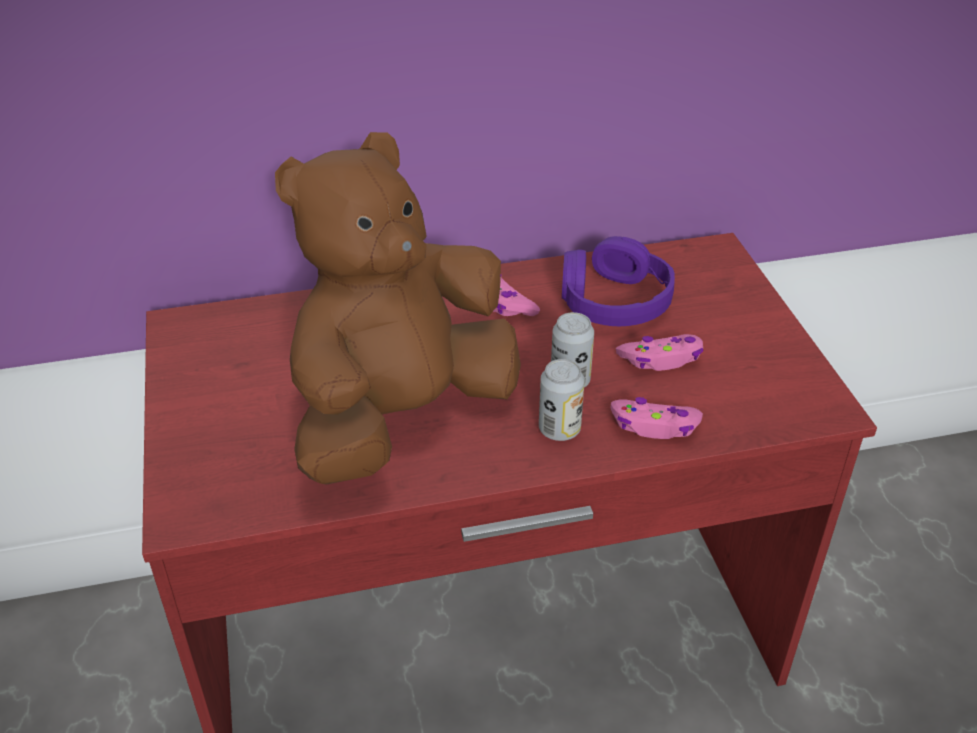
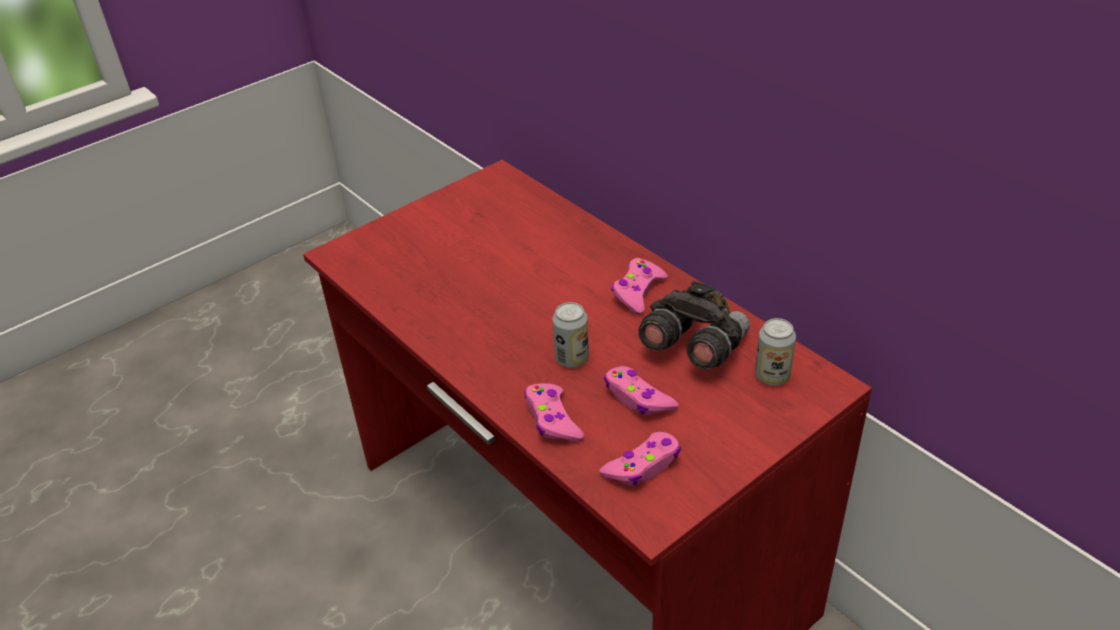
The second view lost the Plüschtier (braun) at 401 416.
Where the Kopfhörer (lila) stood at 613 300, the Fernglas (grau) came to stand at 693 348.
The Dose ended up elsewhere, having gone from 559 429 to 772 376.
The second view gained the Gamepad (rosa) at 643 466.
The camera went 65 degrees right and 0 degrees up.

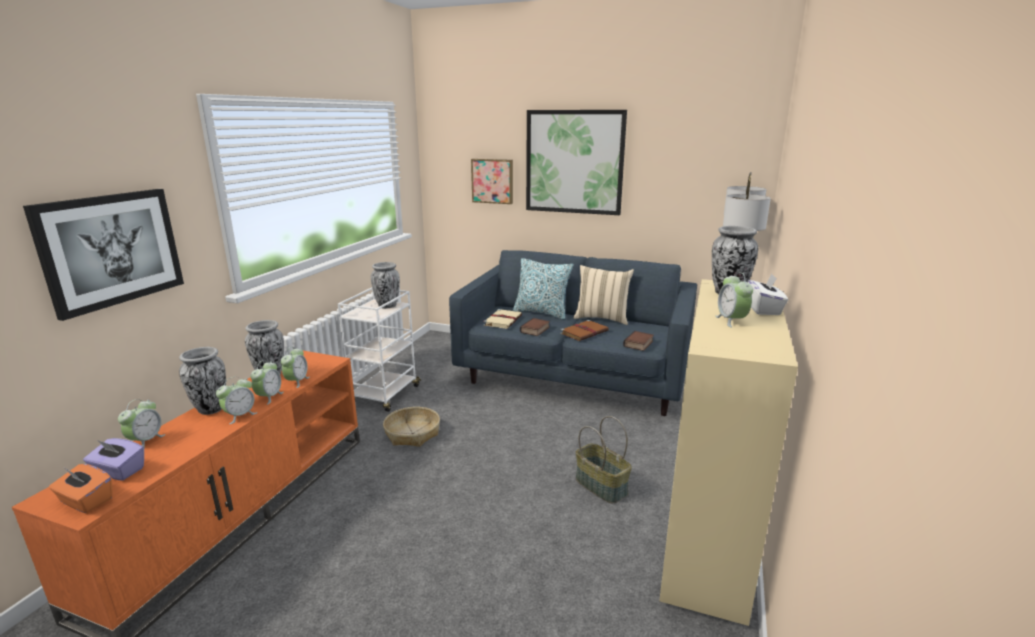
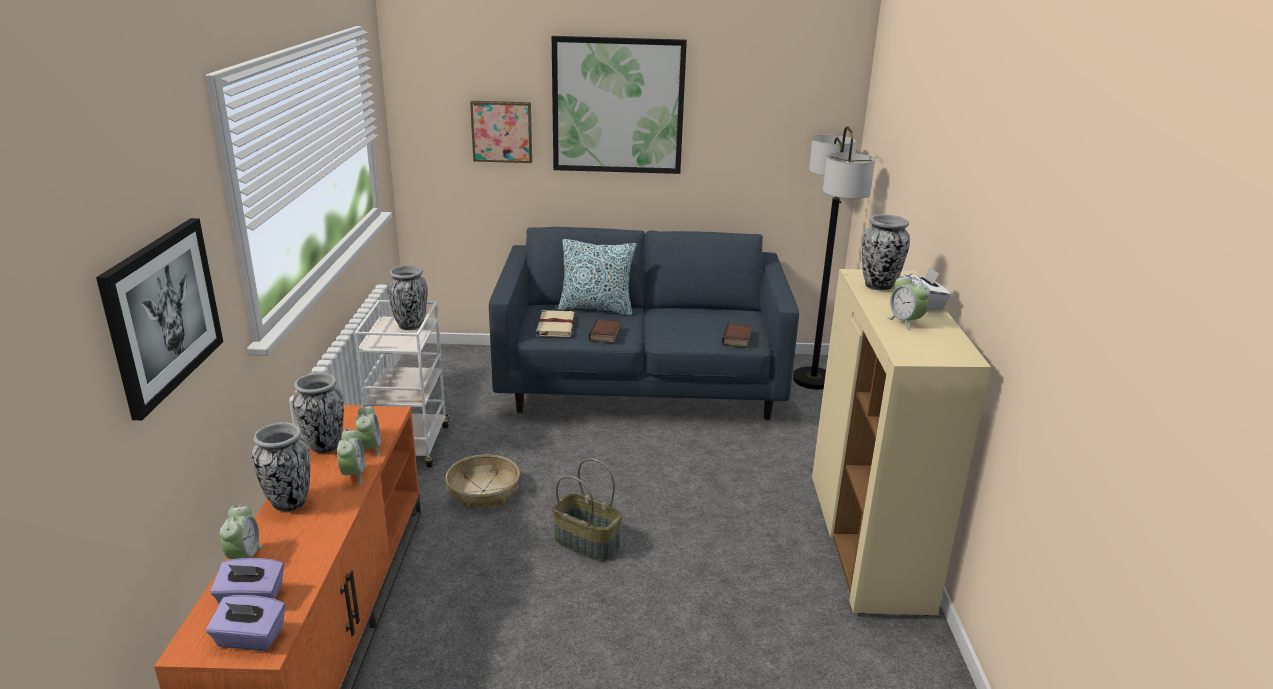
The second view lost the Kissen (beige) at 602 318.
The second view lost the Buch (braun) at 584 332.
The second view lost the Wecker at 240 416.
The Korb ended up elsewhere, having gone from 602 486 to 588 543.
What was the Taschentuchbox (orange) at 86 501 turned into the Taschentuchbox (lila) at 250 639.
The camera went 20 degrees left and 5 degrees up.

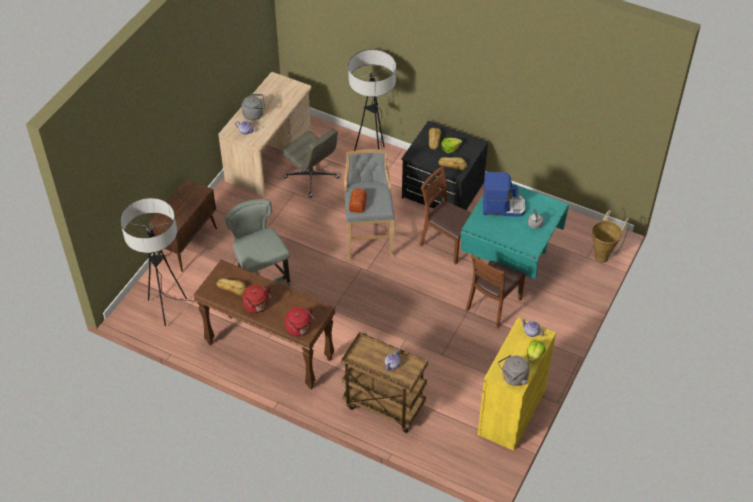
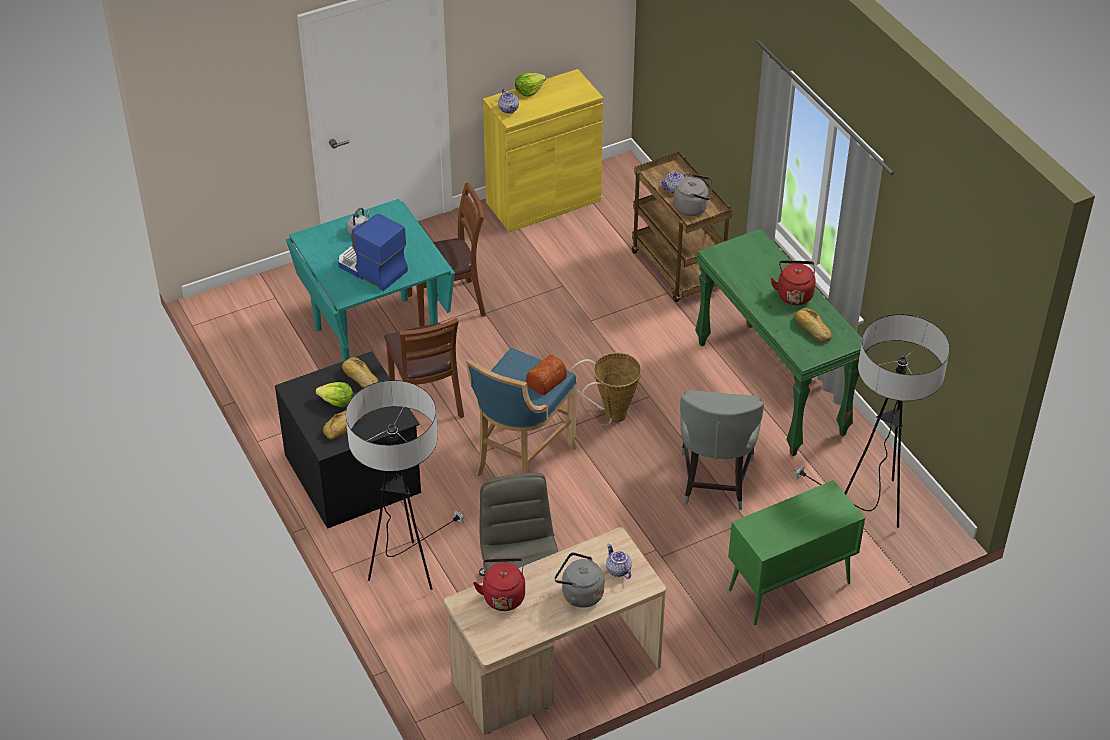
What was the Hocker (grau) at 368 238 turned into the Hocker (blau) at 520 461.
What was the Schrank (braun) at 188 244 turned into the Schrank (grün) at 788 587.
The Korb ended up elsewhere, having gone from 603 255 to 610 416.
What was the Konsolentisch (braun) at 268 352 turned into the Konsolentisch (grün) at 772 388.
The Wasserkessel (rot) ended up elsewhere, having gone from 300 329 to 503 595.
The Wasserkessel (grau) ended up elsewhere, having gone from 513 378 to 693 207.
The camera went 145 degrees left and 5 degrees down.

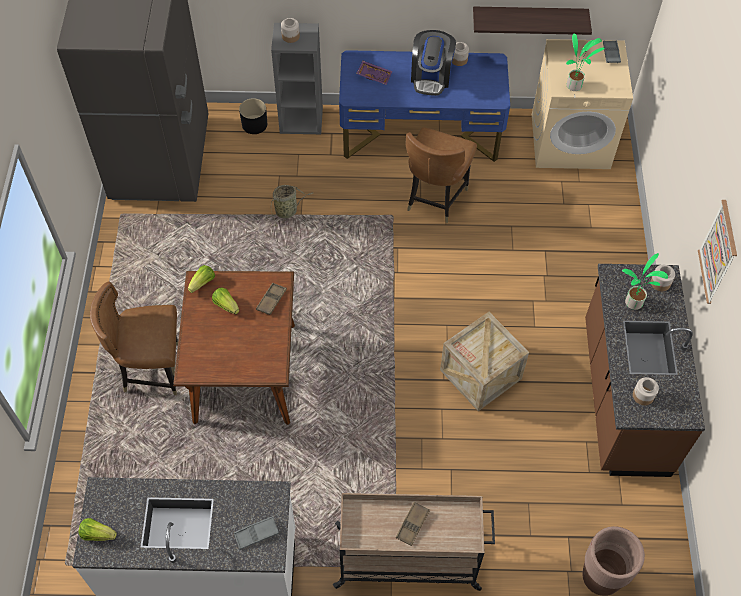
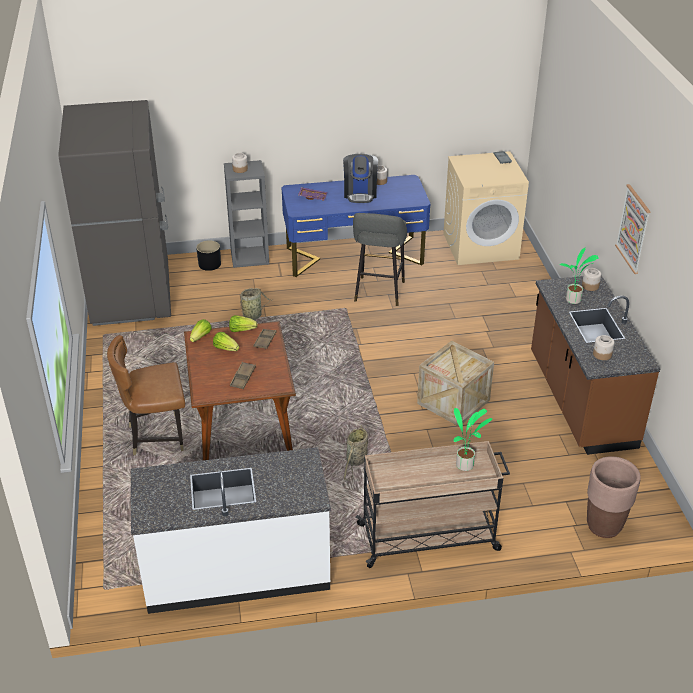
The second view lost the Wandregal at 529 18.
The Topfpflanze ended up elsewhere, having gone from 575 86 to 466 465.
Where the Stuhl (braun) stood at 435 198, the Hocker (grau) came to stand at 378 293.
The Tablett (braun) ended up elsewhere, having gone from 412 525 to 243 377.
The second view lost the Tablett (grau) at 256 534.
The Salatkopf ended up elsewhere, having gone from 97 534 to 241 330.
The second view gained the Korb at 356 461.
The camera went 10 degrees left and 20 degrees down.

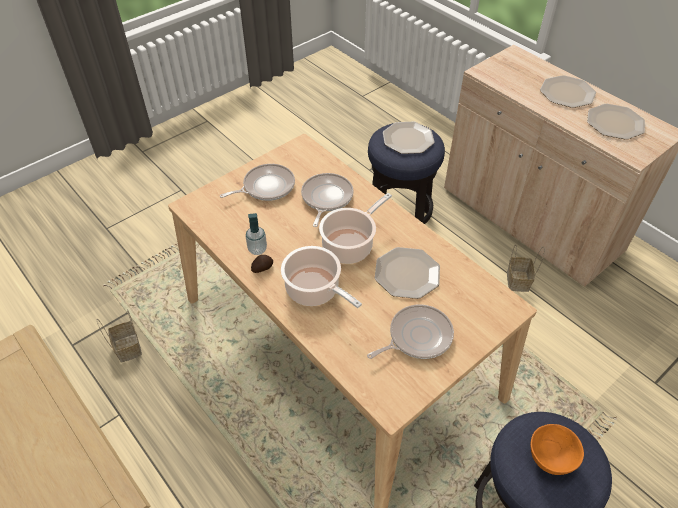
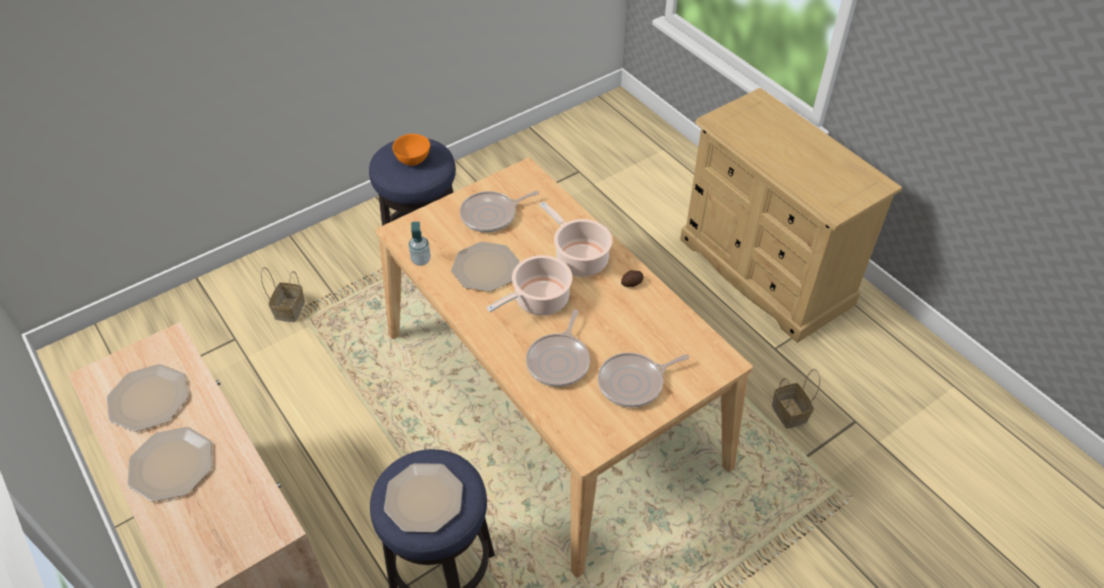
The Seifenspender ended up elsewhere, having gone from 257 249 to 421 260.
The Korb ended up elsewhere, having gone from 518 281 to 289 309.
The camera went 175 degrees left and 0 degrees up.

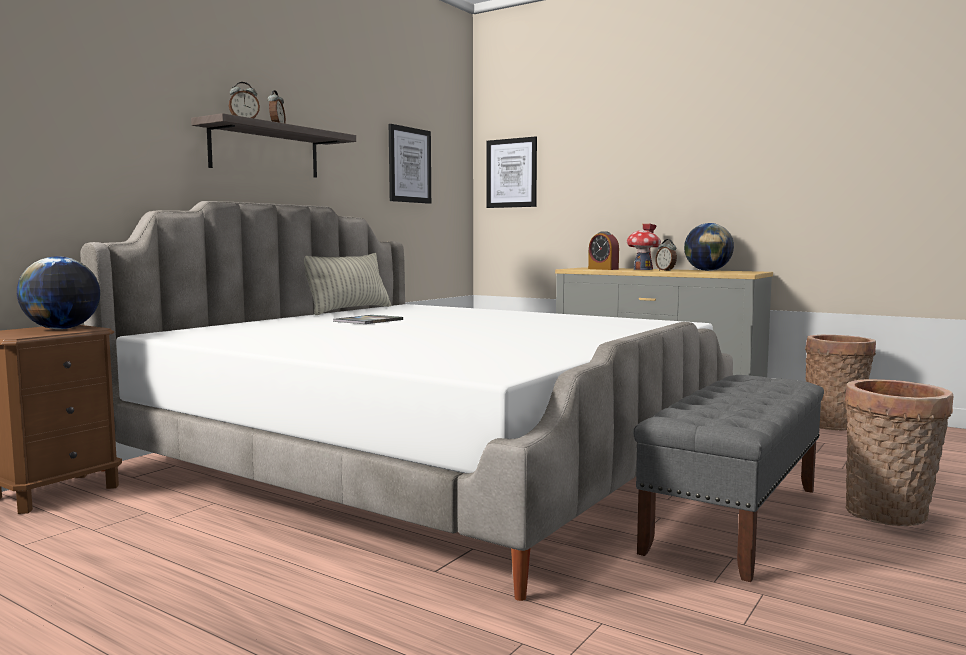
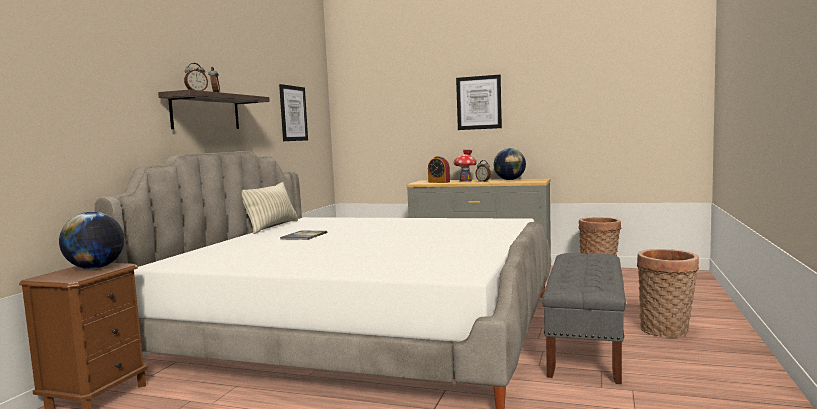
The Bild ended up elsewhere, having gone from 511 173 to 479 102.
The camera went 15 degrees left and 0 degrees up.

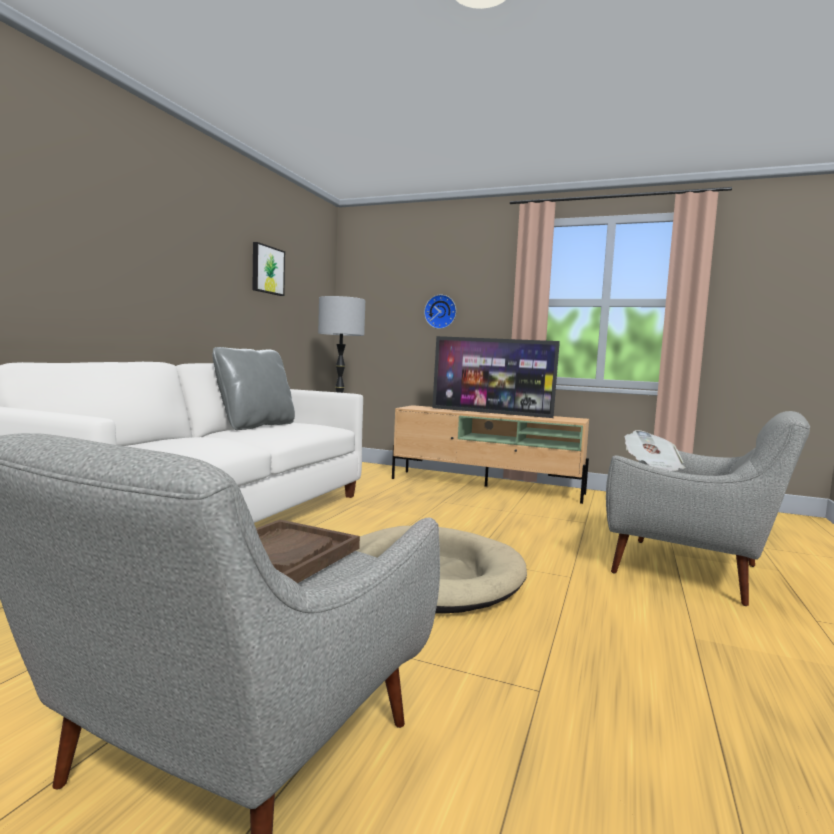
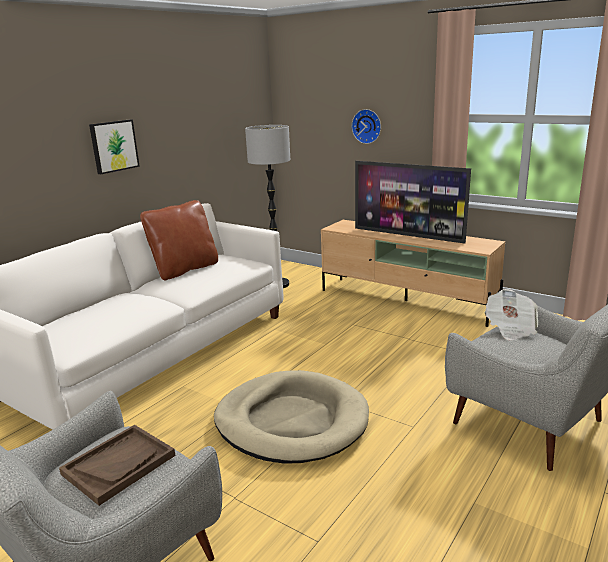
The Bild ended up elsewhere, having gone from 267 270 to 113 146.
What was the Kissen (grau) at 255 426 turned into the Kissen (braun) at 185 269.
The camera went 15 degrees right and 15 degrees up.

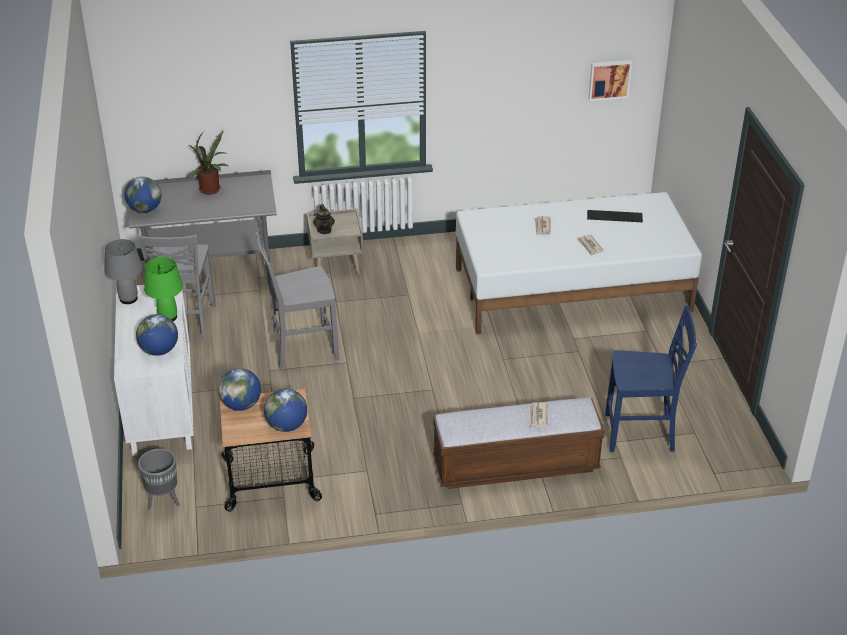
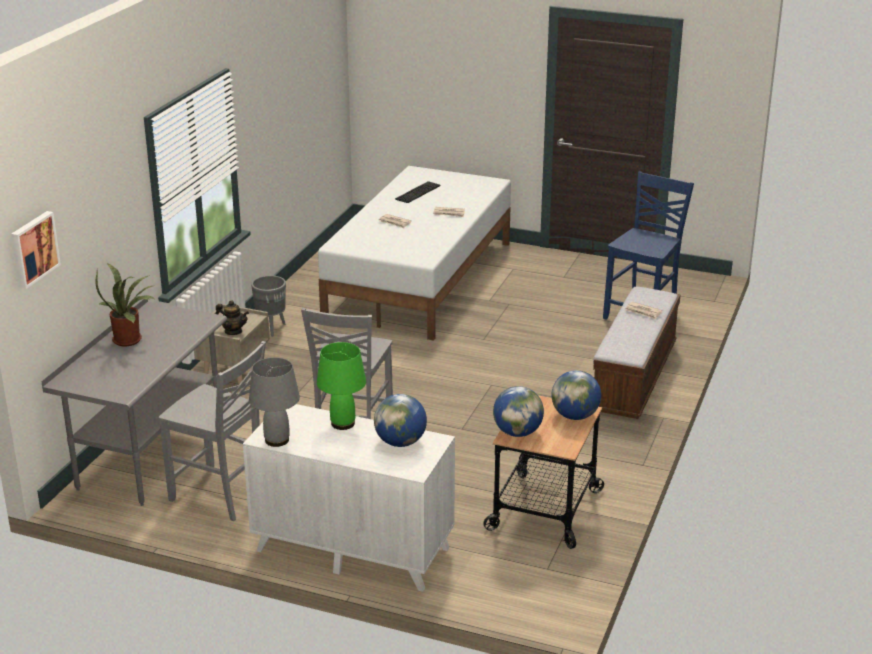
The Bild ended up elsewhere, having gone from 609 79 to 33 249.
The second view lost the Globus at 145 209.
The Pflanzkübel (grau) ended up elsewhere, having gone from 163 501 to 271 329.
The camera went 60 degrees left and 10 degrees down.

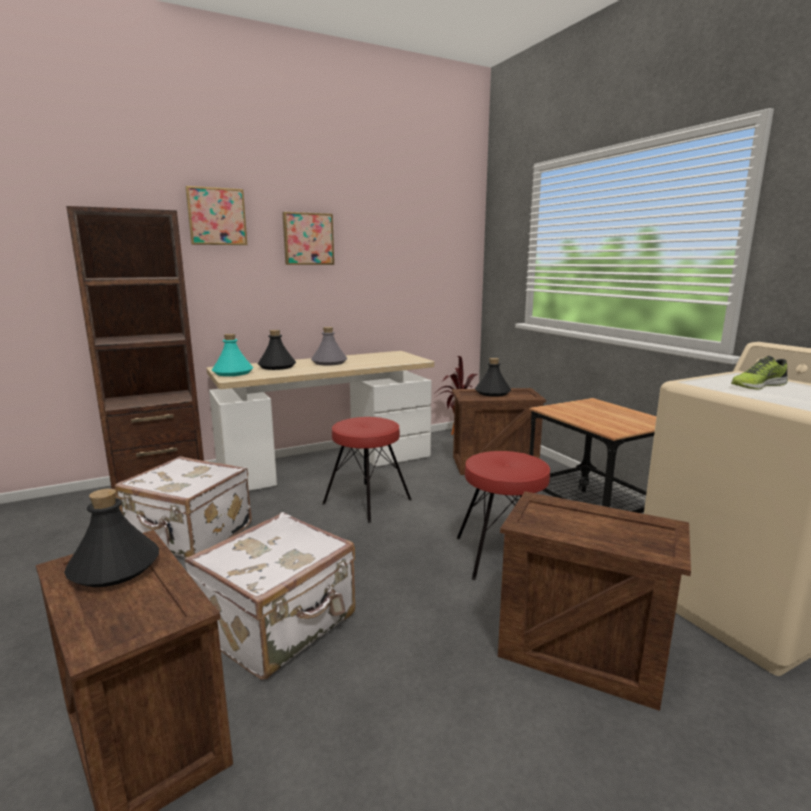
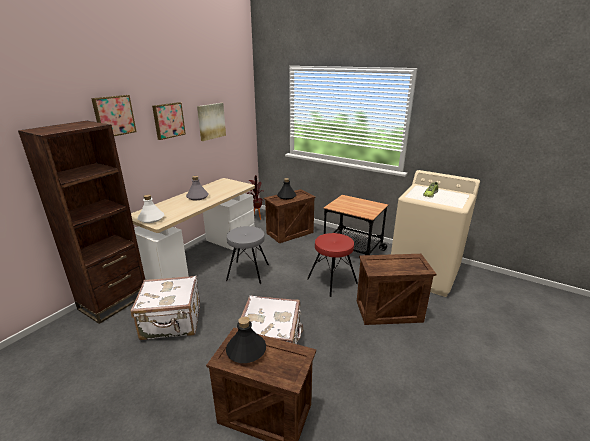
The second view lost the Flasche (schwarz) at 277 366.
What was the Flasche (türkis) at 233 373 turned into the Flasche (weiß) at 151 218.
What was the Hocker (rot) at 367 502 turned into the Hocker (grau) at 248 272.
The second view gained the Bild at 211 121.
The camera went 30 degrees left and 10 degrees up.

